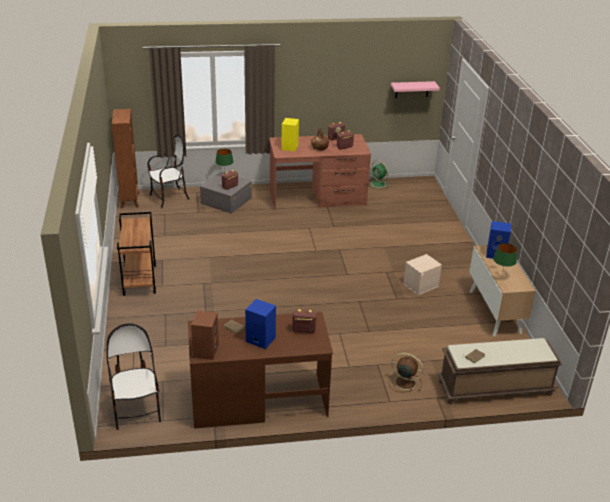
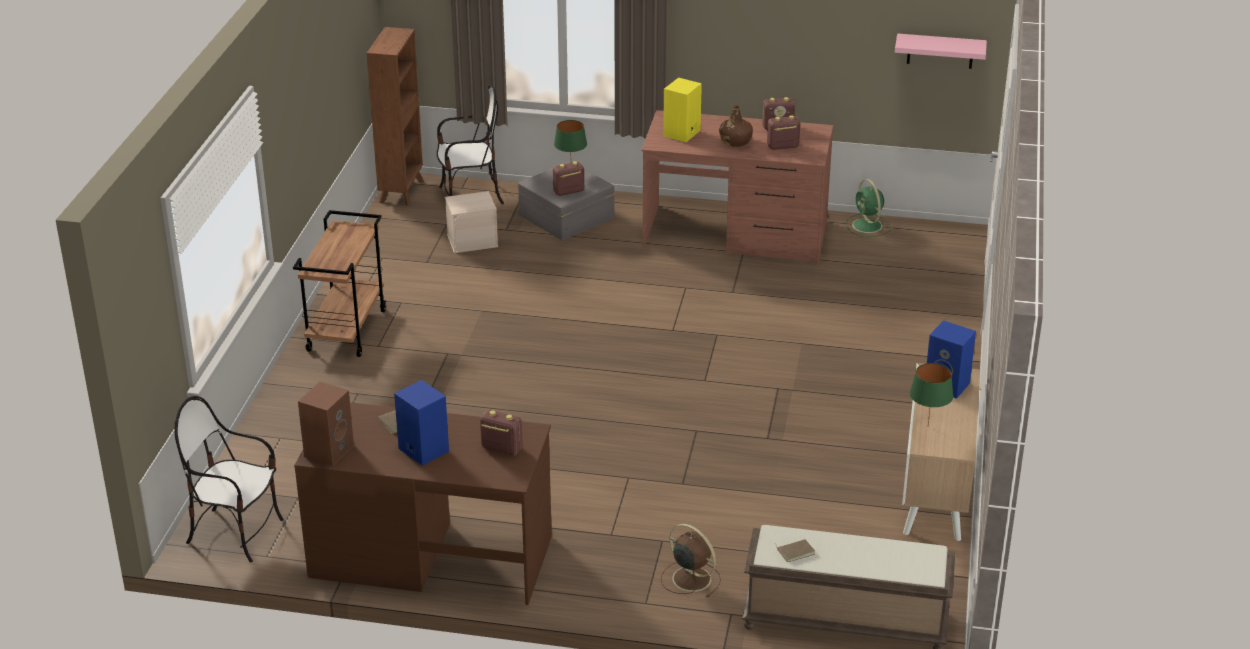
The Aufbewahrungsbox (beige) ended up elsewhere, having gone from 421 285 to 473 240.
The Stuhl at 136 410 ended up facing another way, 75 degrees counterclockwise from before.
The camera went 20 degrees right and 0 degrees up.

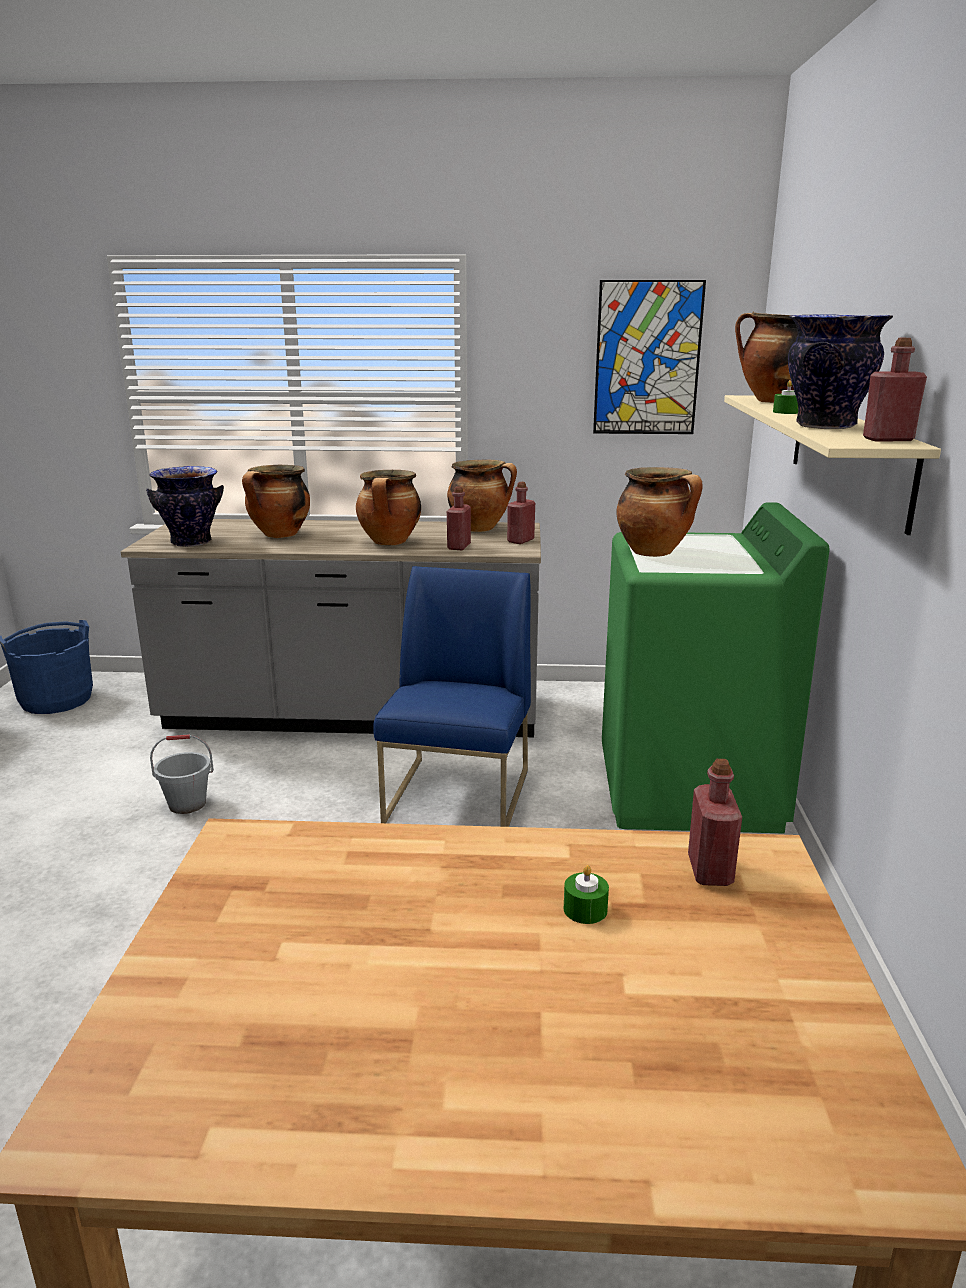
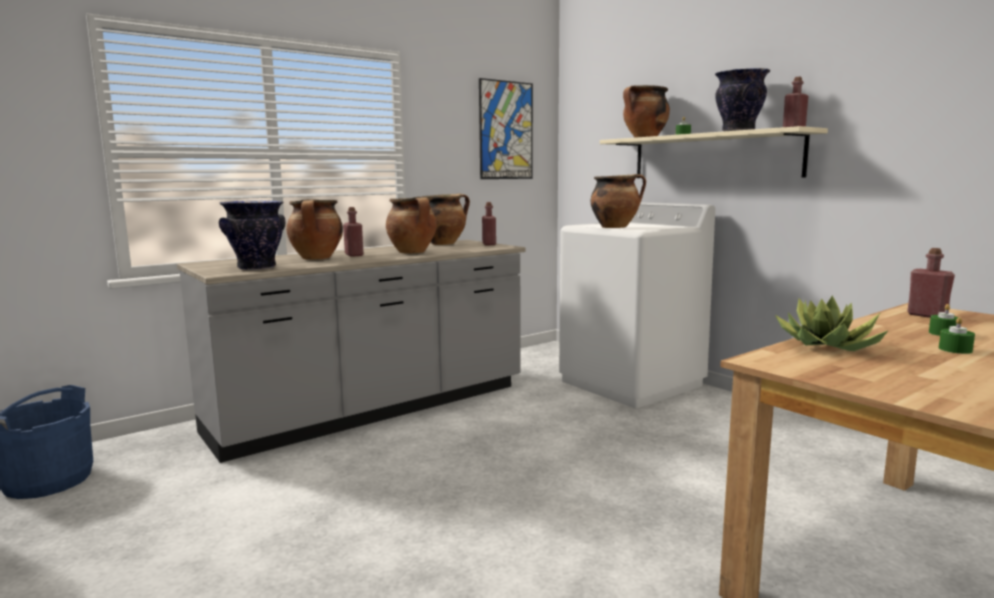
The Flasche (rot) ended up elsewhere, having gone from 459 547 to 354 255.
What was the Waschmaschine (grün) at 689 789 turned into the Waschmaschine (weiß) at 631 383.
The second view lost the Stuhl (blau) at 459 797.
The second view lost the Eimer (grau) at 187 804.
The second view gained the Topfpflanze at 828 346.
The second view gained the Kerze (grün) at 955 349.
The camera went 40 degrees left and 10 degrees down.

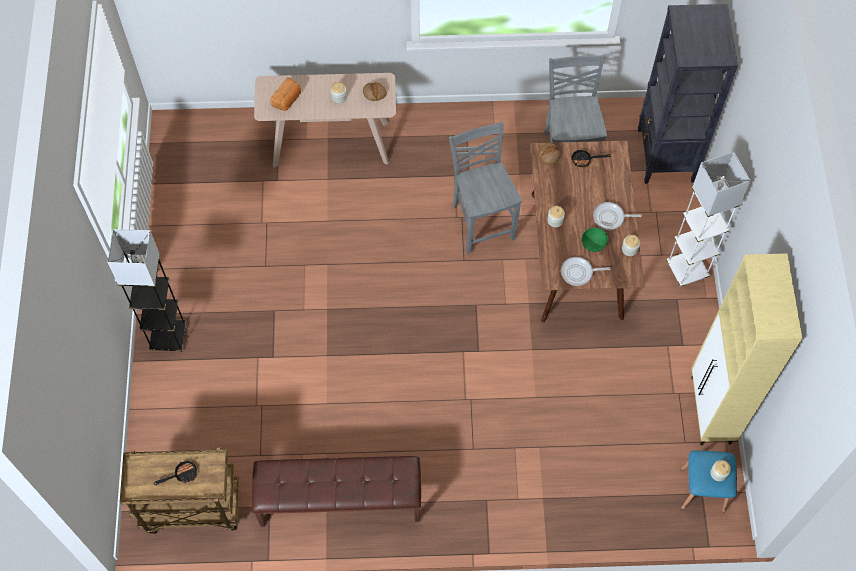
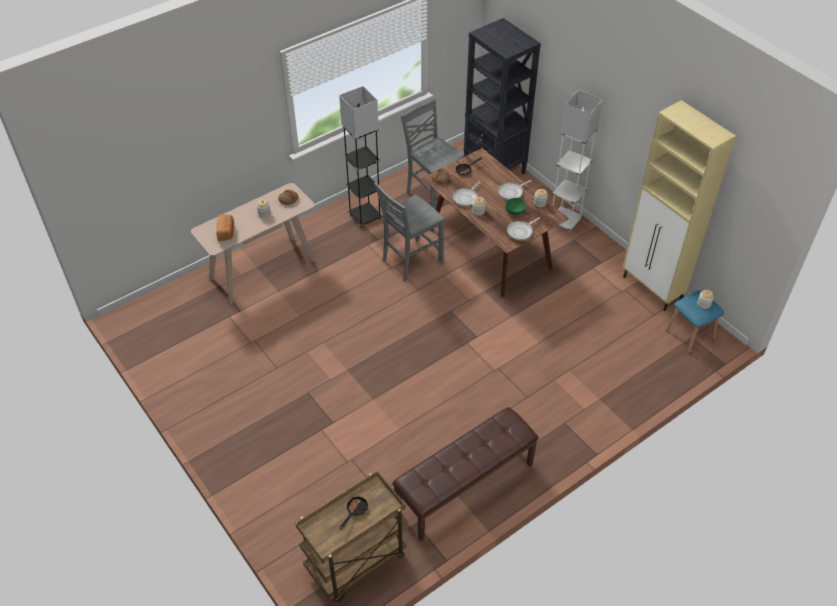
The Stuhl (grau) at 482 221 ended up facing another way, 75 degrees counterclockwise from before.
The Stehlampe (grau) ended up elsewhere, having gone from 168 337 to 365 217.
The second view gained the Pfanne at 466 198.
The camera went 35 degrees left and 15 degrees down.

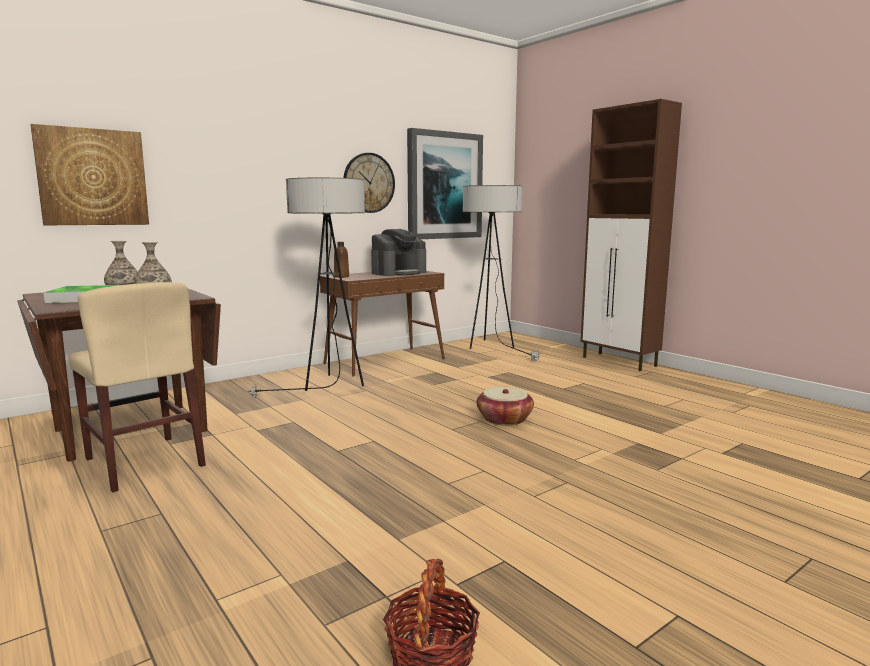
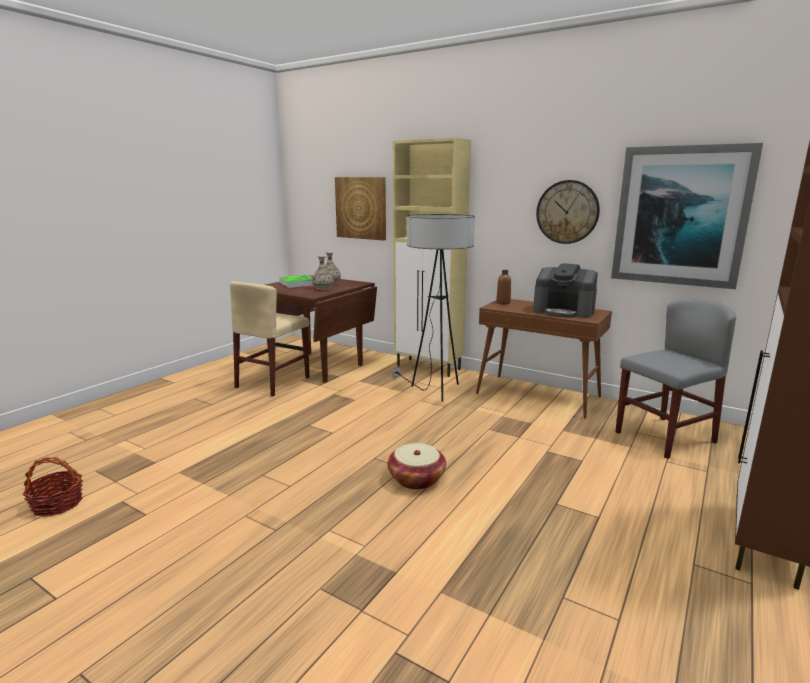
Where the Stehlampe stood at 491 350, the Stuhl (grau) came to stand at 664 437.
The second view gained the Schrank (beige) at 429 368.
The camera went 70 degrees right and 5 degrees up.

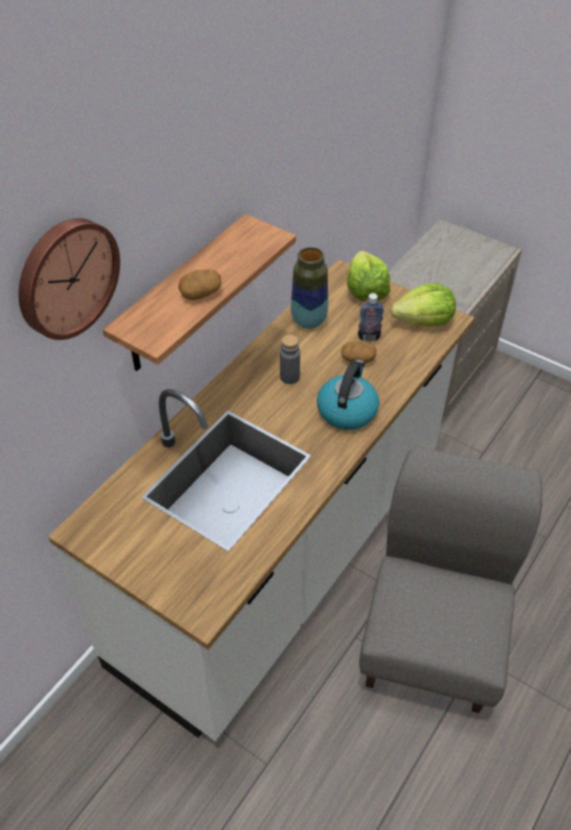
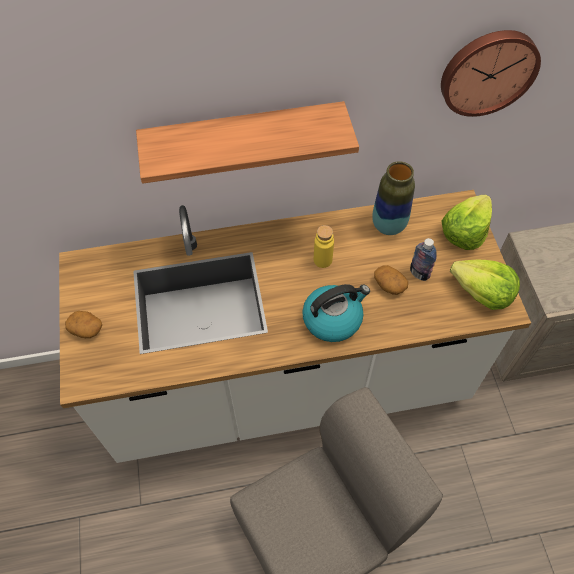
The Wanduhr ended up elsewhere, having gone from 66 277 to 487 71.
The Kartoffel ended up elsewhere, having gone from 201 293 to 87 329.
What was the Flasche (grau) at 289 377 turned into the Flasche (gelb) at 322 260.
The camera went 45 degrees right and 10 degrees up.

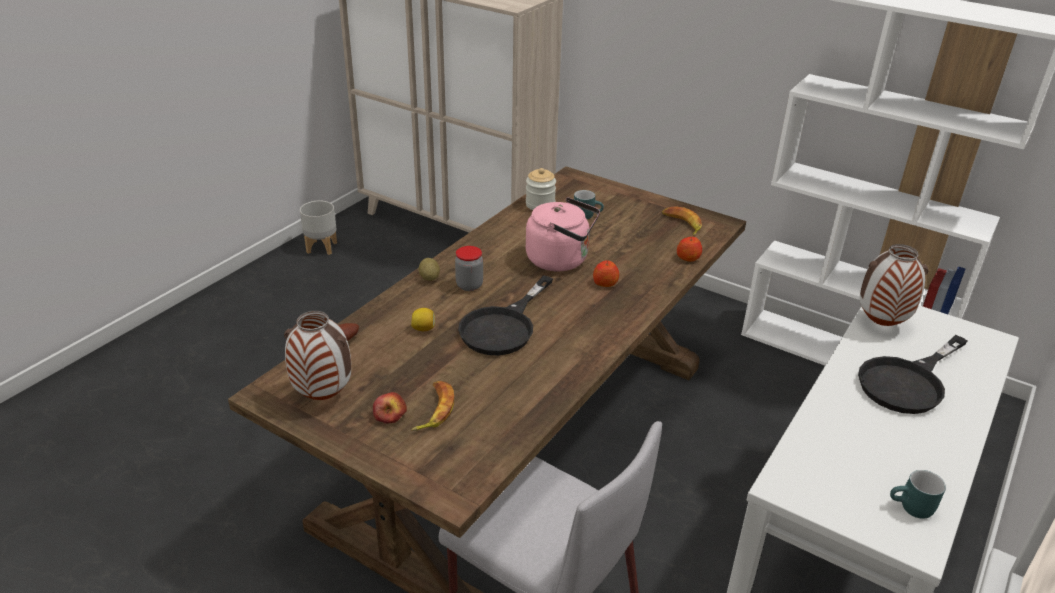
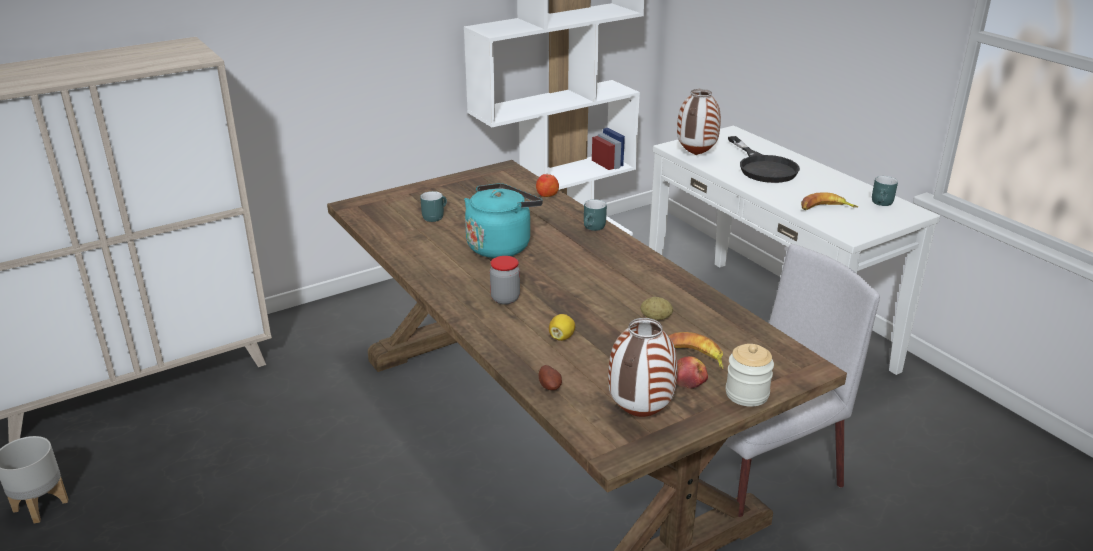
The Vorratsglas ended up elsewhere, having gone from 540 205 to 747 394.
What was the Wasserkessel (rosa) at 561 260 turned into the Wasserkessel (türkis) at 501 246.
The Banane ended up elsewhere, having gone from 682 224 to 825 208.
The Kartoffel ended up elsewhere, having gone from 429 278 to 656 318.
The second view lost the Apfel at 605 283.
The second view lost the Pfanne (schwarz) at 504 326.
The second view gained the Henkelbecher (türkis) at 594 228.
The camera went 65 degrees left and 5 degrees down.

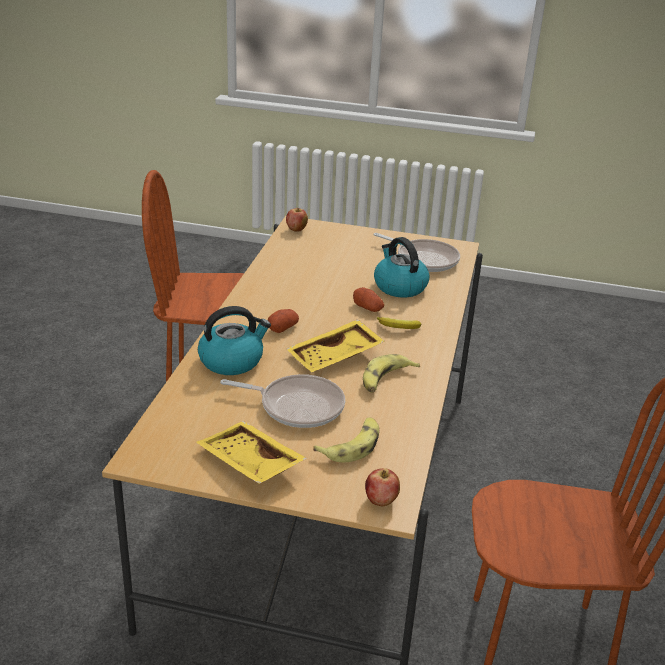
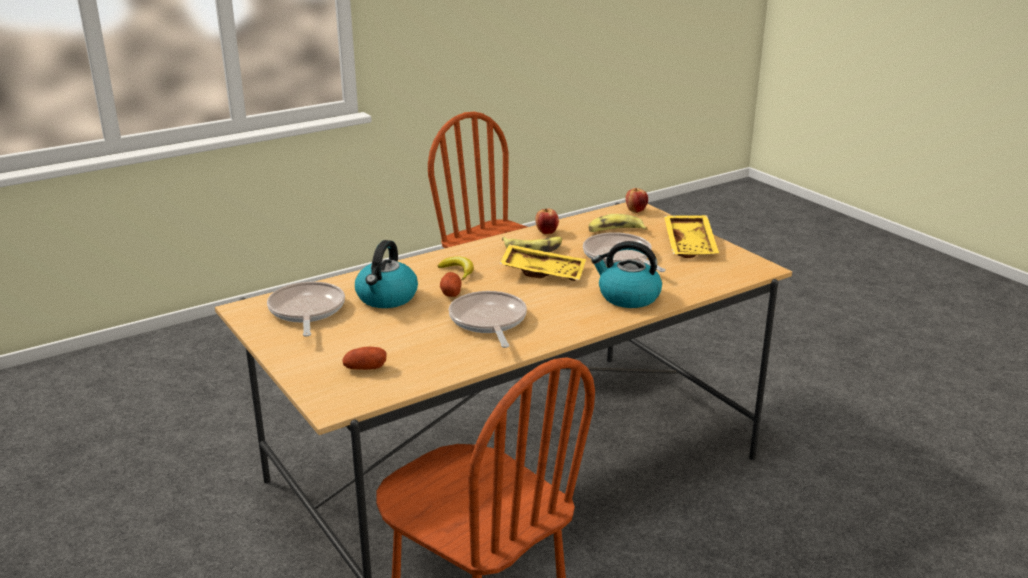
The Apfel ended up elsewhere, having gone from 296 230 to 547 232.
The Kartoffel ended up elsewhere, having gone from 283 328 to 365 368.
The second view gained the Pfanne at 488 321.
The camera went 135 degrees left and 5 degrees down.

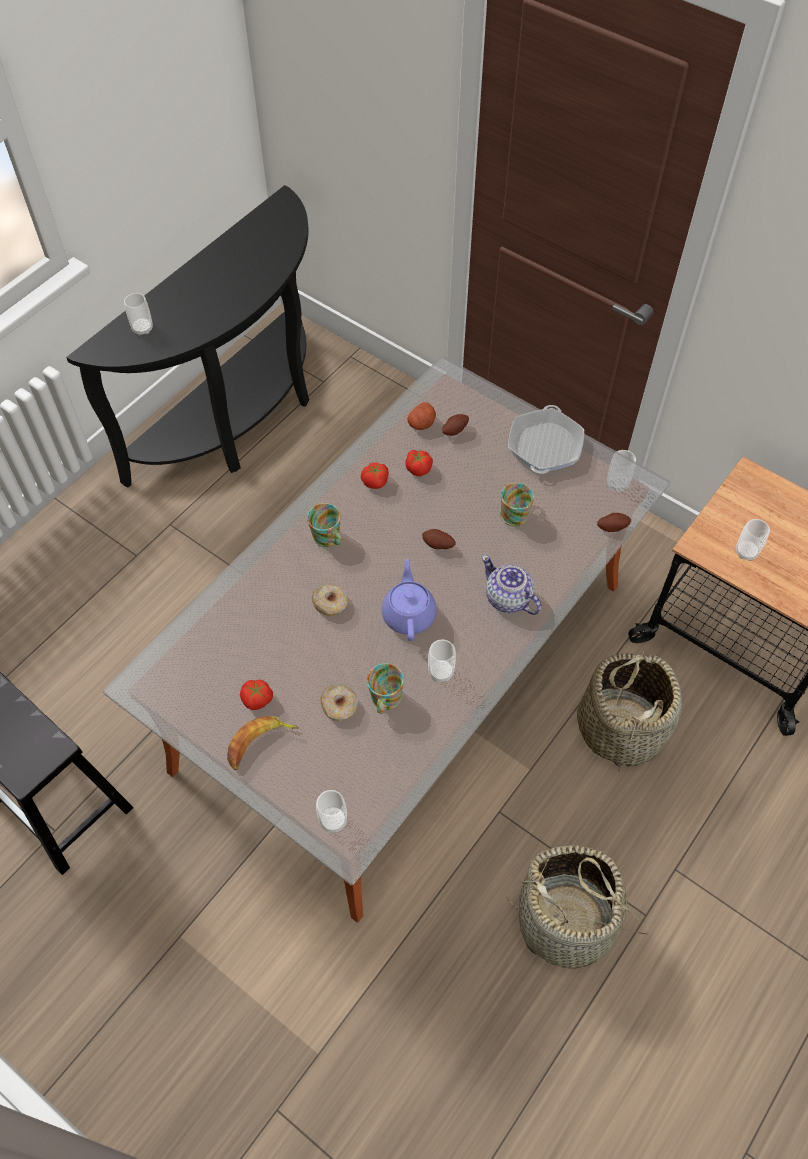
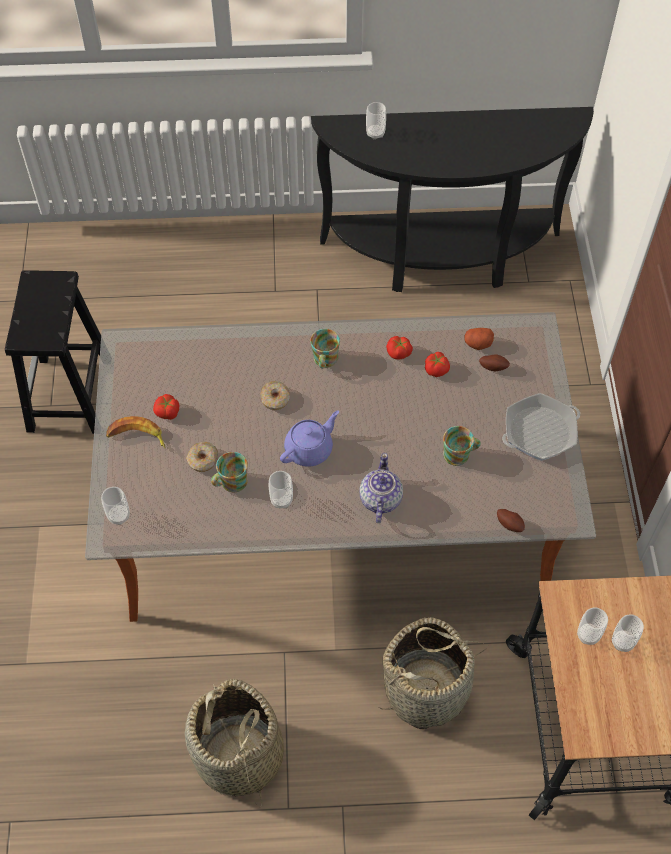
The Tasse ended up elsewhere, having gone from 617 484 to 622 642.
The second view lost the Kartoffel at 438 545.
The camera went 50 degrees right and 0 degrees up.

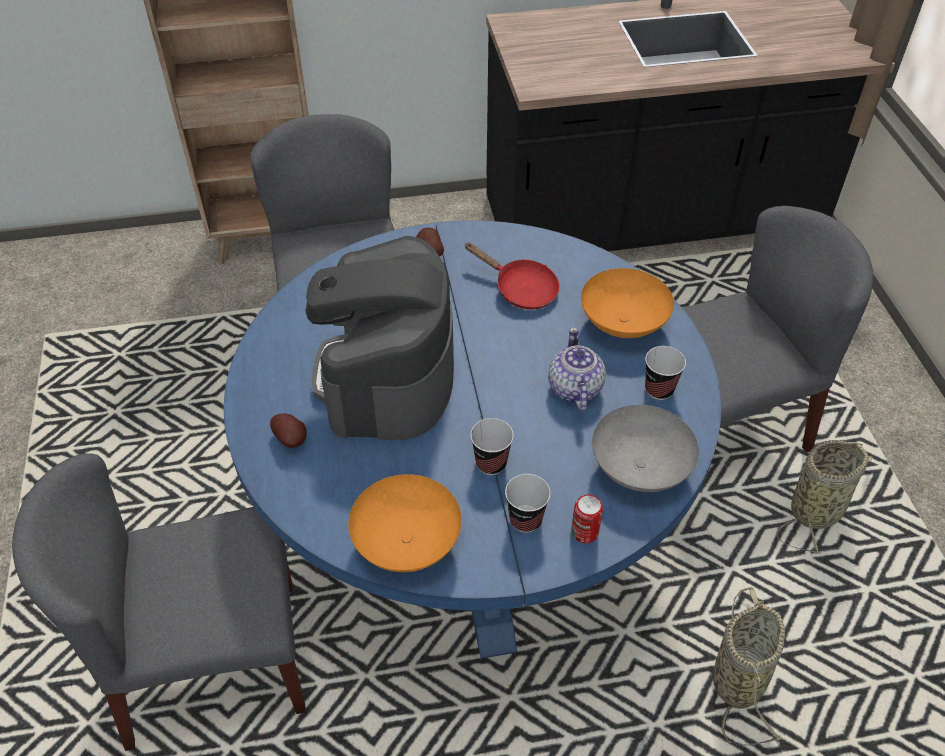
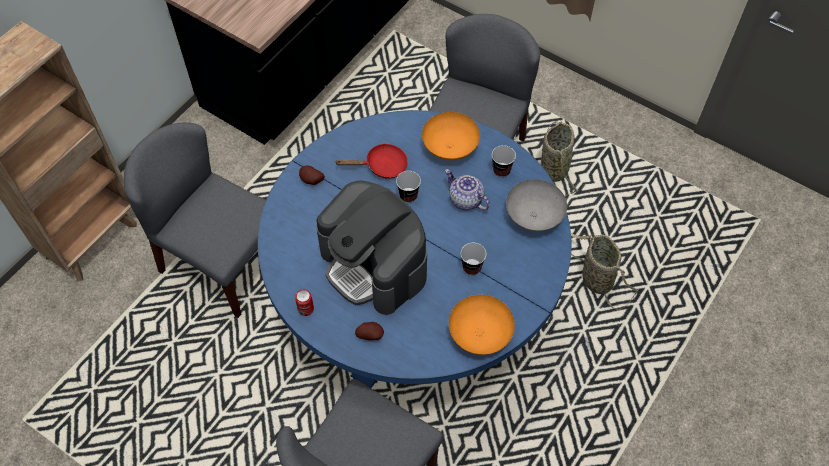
The Tasse ended up elsewhere, having gone from 525 520 to 408 196.
The Dose ended up elsewhere, having gone from 584 532 to 306 309.
The camera went 45 degrees left and 10 degrees up.

